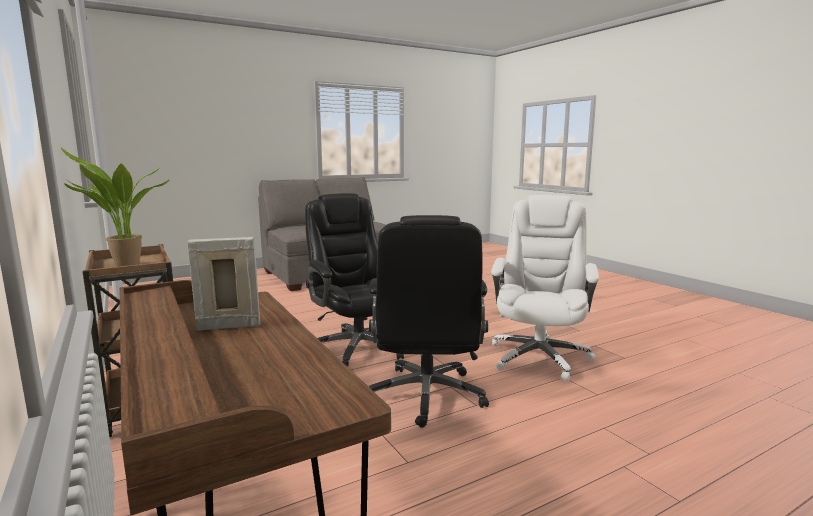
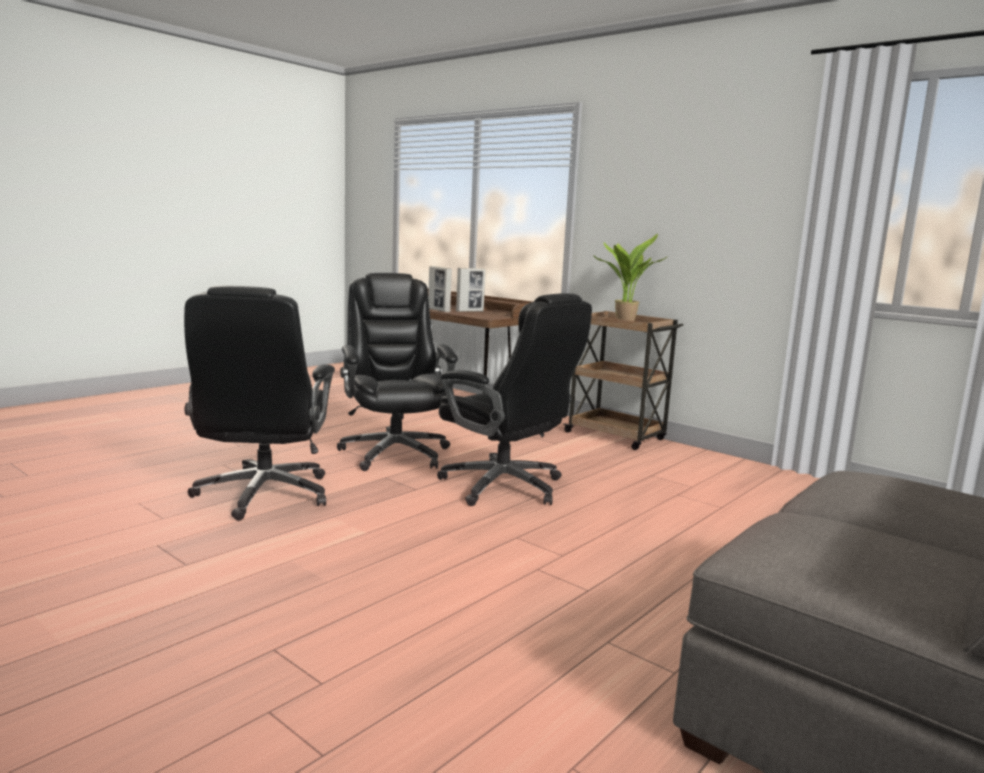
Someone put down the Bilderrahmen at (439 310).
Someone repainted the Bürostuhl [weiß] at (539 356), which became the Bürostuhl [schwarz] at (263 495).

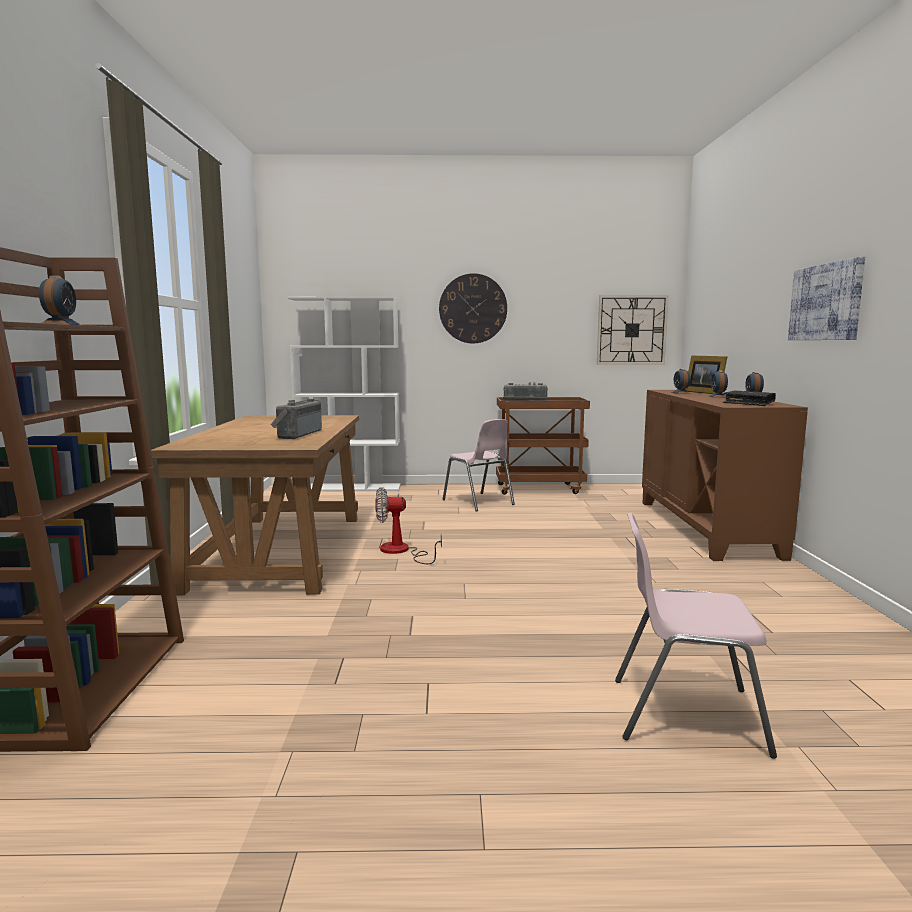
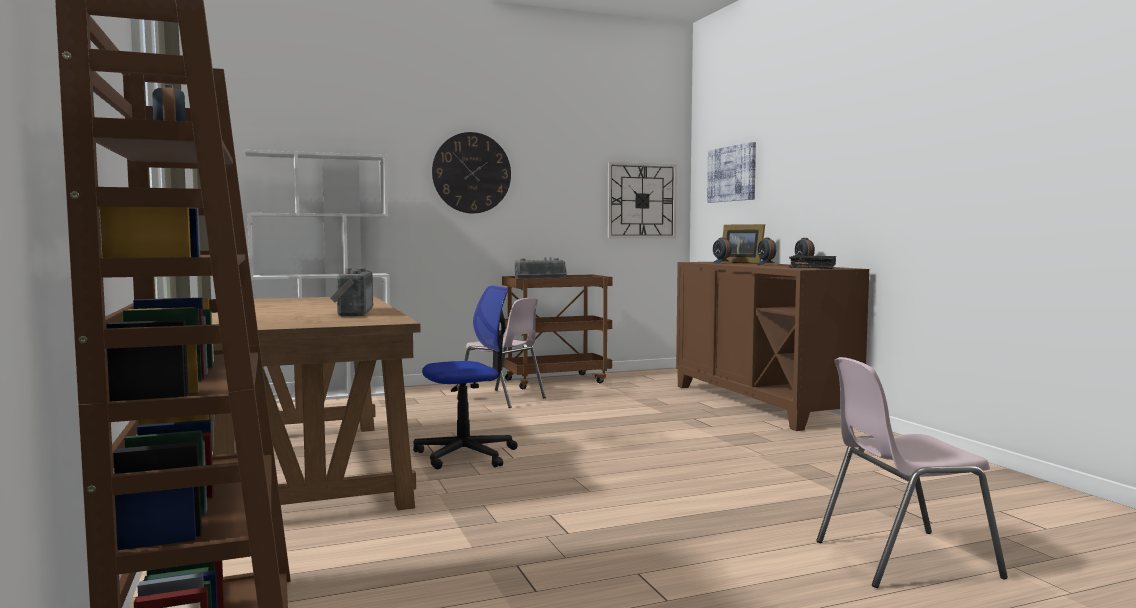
Someone carried the Bild from (825 302) to (732 173).
Someone swapped the Ventilator at (401 551) for the Bürostuhl at (466 455).

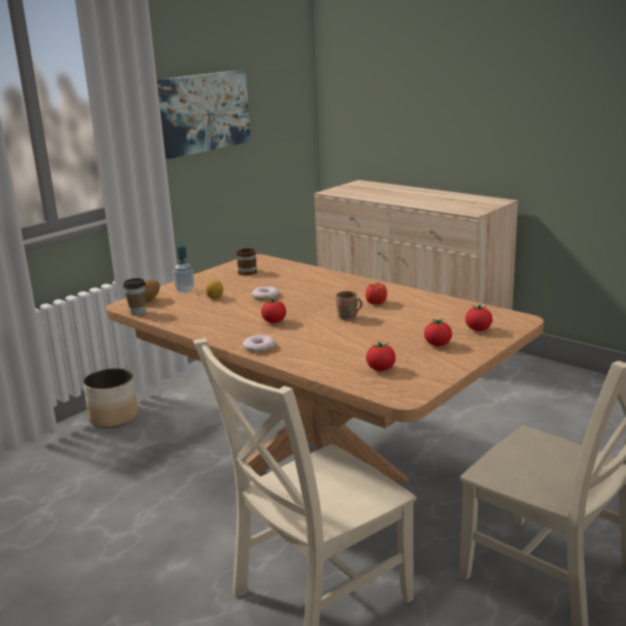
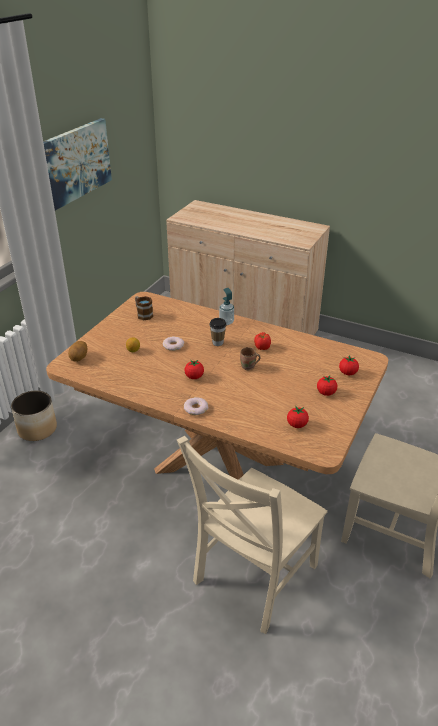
Someone carried the Tasse from (138 313) to (218 343).
Someone carried the Seifenspender from (185 290) to (226 322).

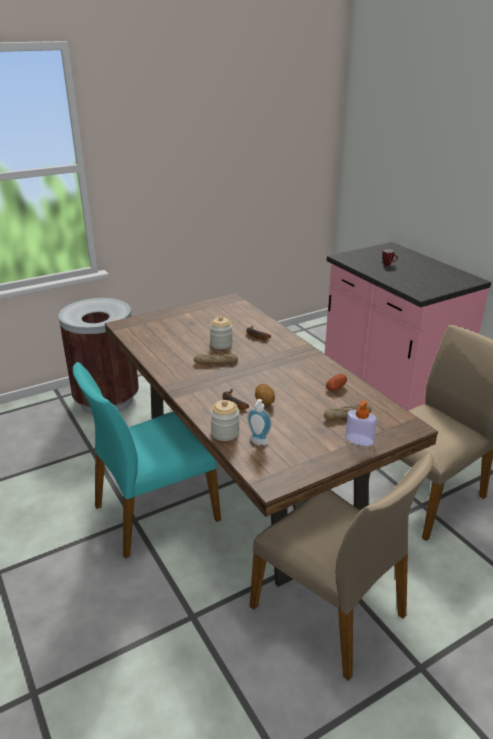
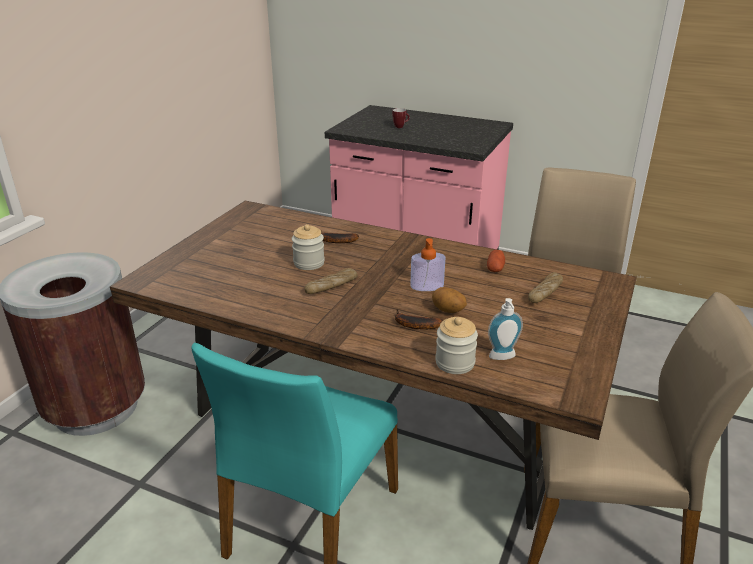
Someone carried the Seifenspender from (359 439) to (427 286).

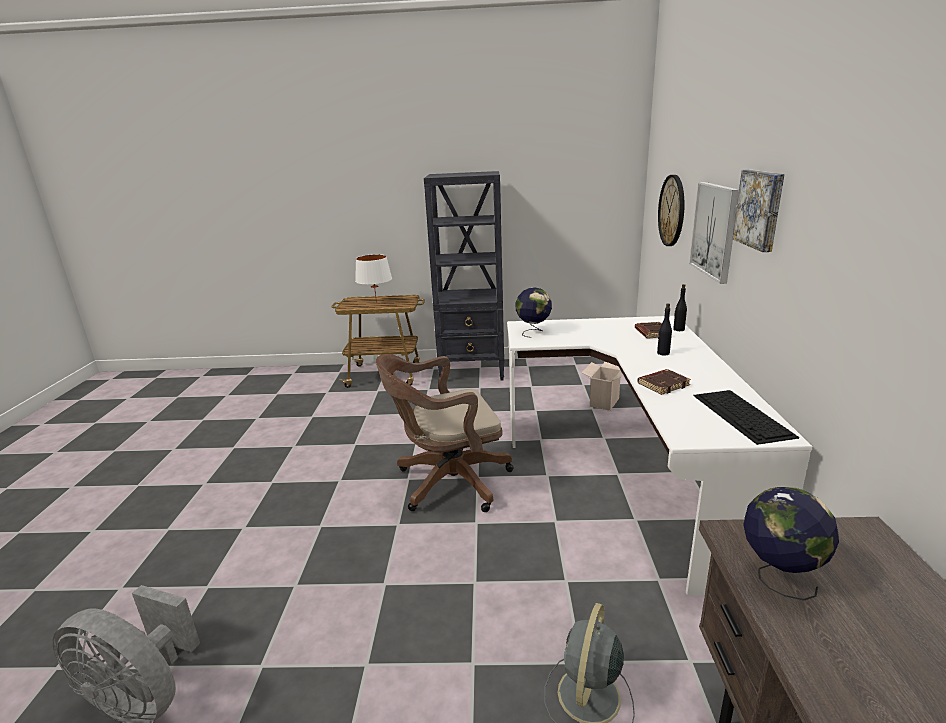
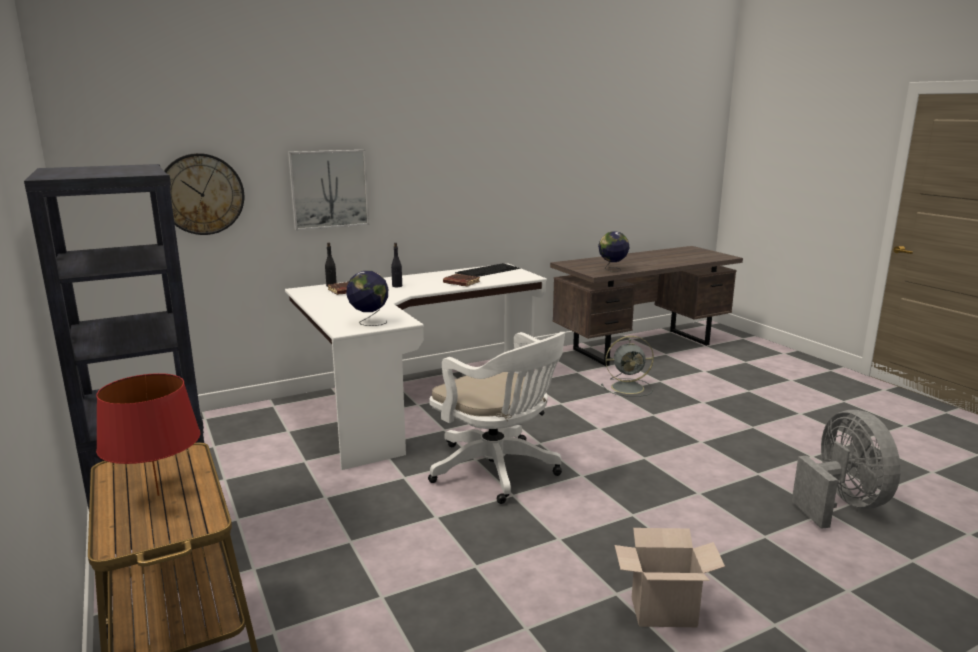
Someone took away the Bild at (760 209).
Someone carried the Karton from (603 402) to (662 613).
Someone repainted the Tischlampe [weiß] at (376 303), which became the Tischlampe [rot] at (158 495).
Someone repainted the Bürostuhl [braun] at (447 482), which became the Bürostuhl [weiß] at (498 471).

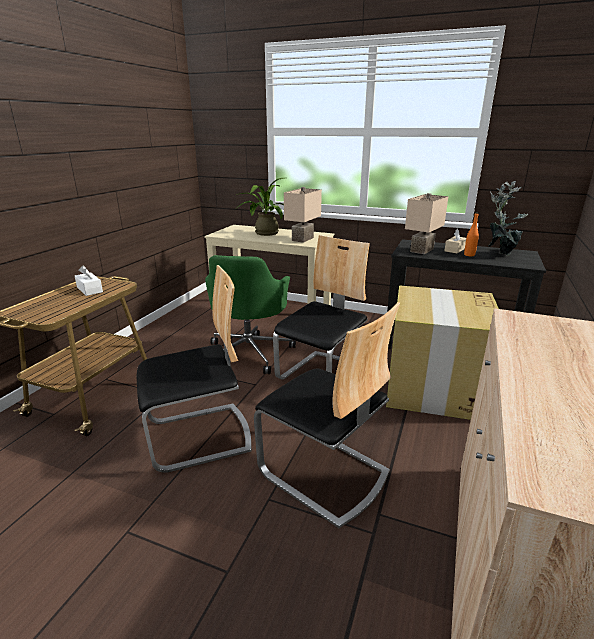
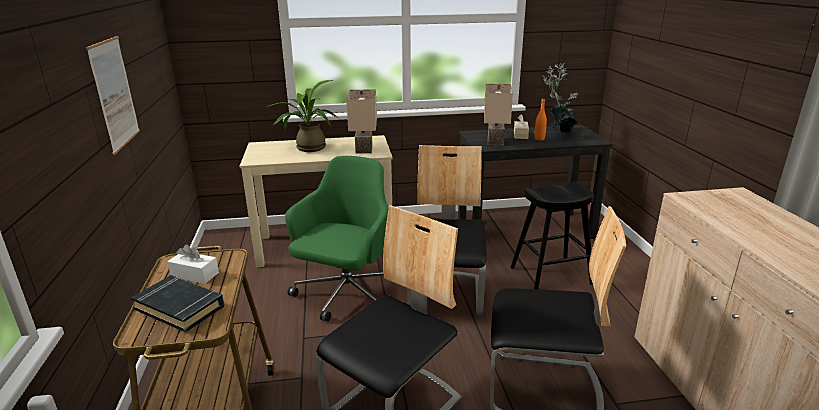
Someone put up the Bild at (114 93).
Someone put down the Buch [schwarz] at (180 307).
Someone swapped the Karton at (434 388) for the Hocker [schwarz] at (551 275).
Someone rotated the Bürostuhl [grün] at (249 352) by 135 degrees counterclockwise.

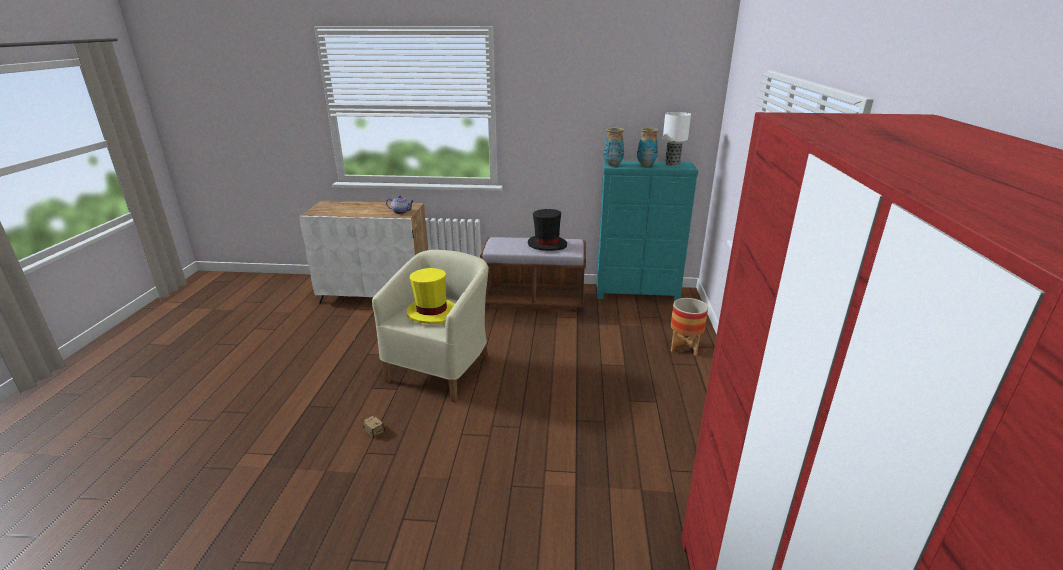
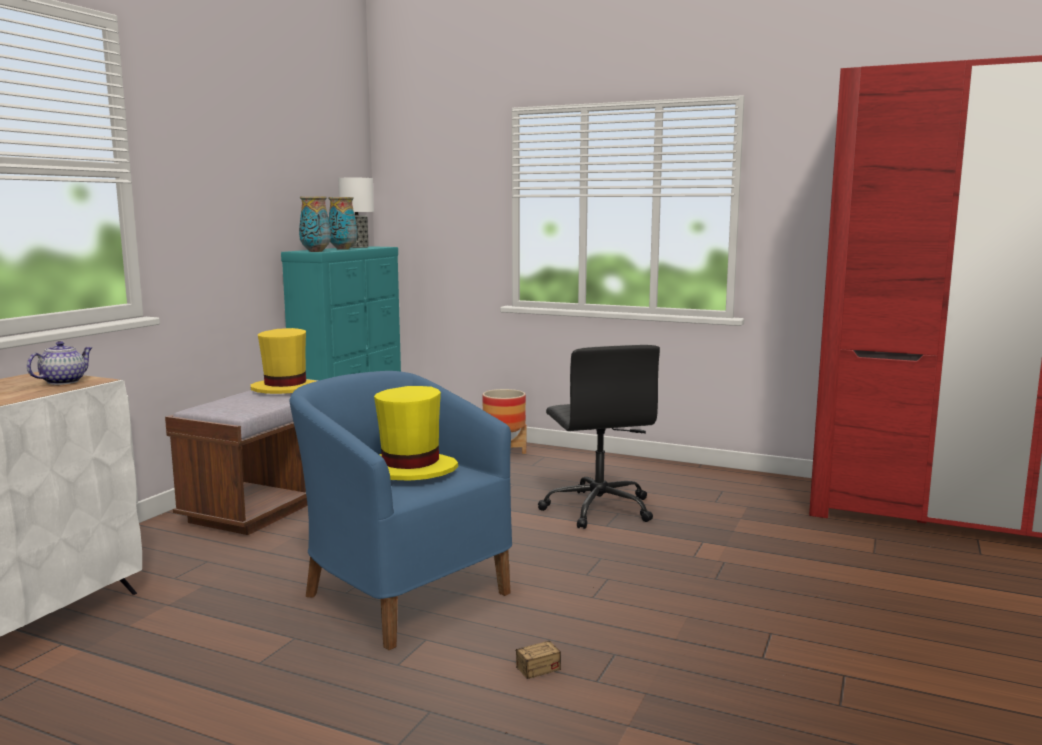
Someone put down the Bürostuhl [schwarz] at (598 508).
Someone repainted the Sessel [beige] at (442 369), which became the Sessel [blau] at (401 593).
Someone repainted the Hut [schwarz] at (547 244), which became the Hut [gelb] at (285 389).

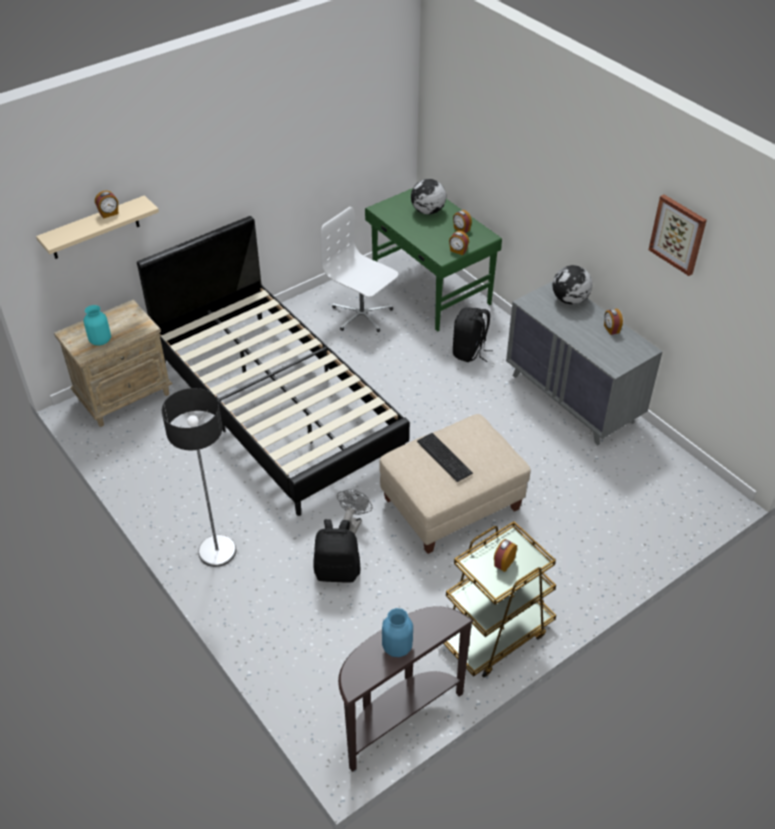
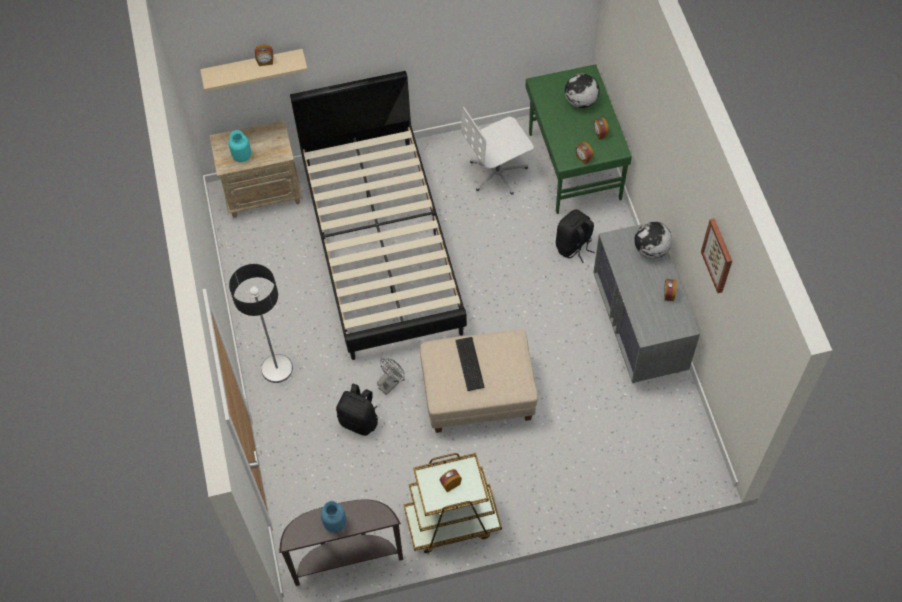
Someone rotated the Bürostuhl [weiß] at (361 315) by 90 degrees counterclockwise.

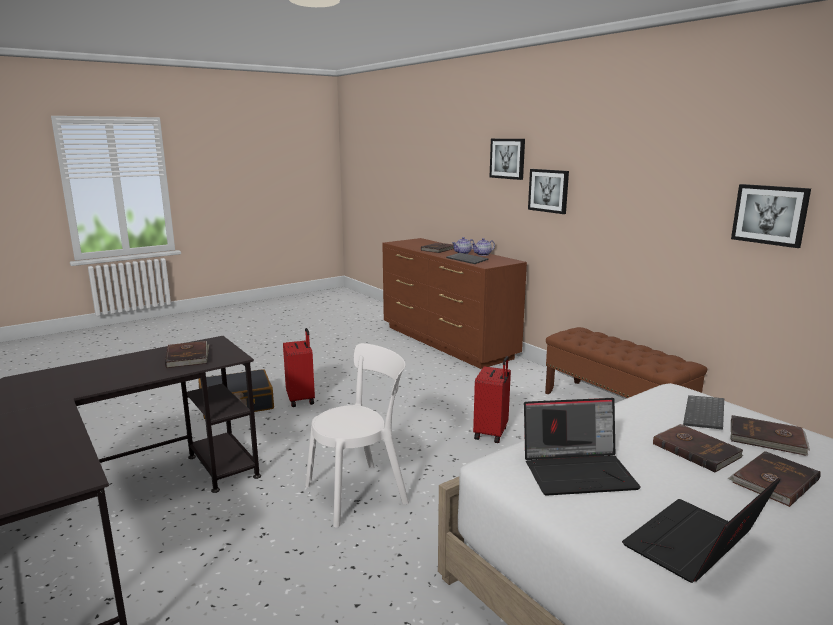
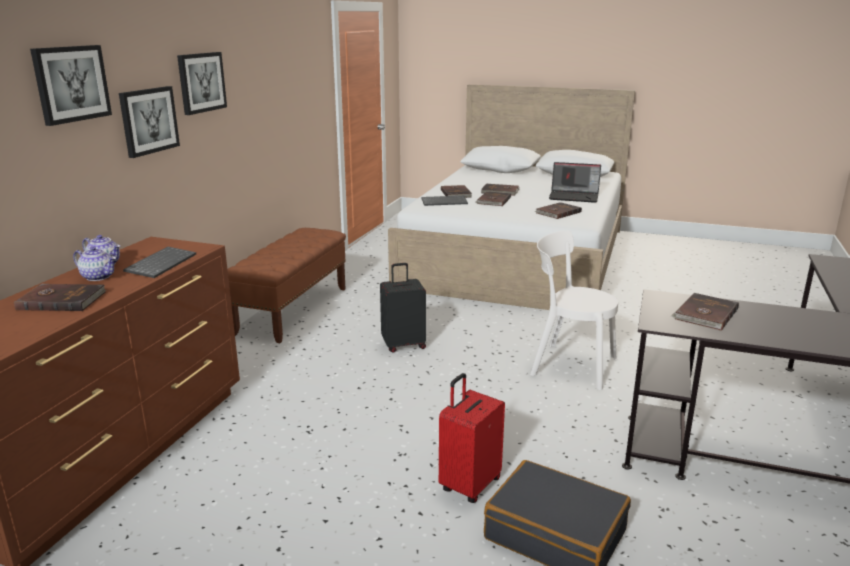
Someone carried the Bild from (770 215) to (201 82).
Someone swapped the Laptop at (578 471) for the Buch [braun] at (557 212).
Someone repainted the Koffer [rot] at (492 433), which became the Koffer [schwarz] at (403 345).

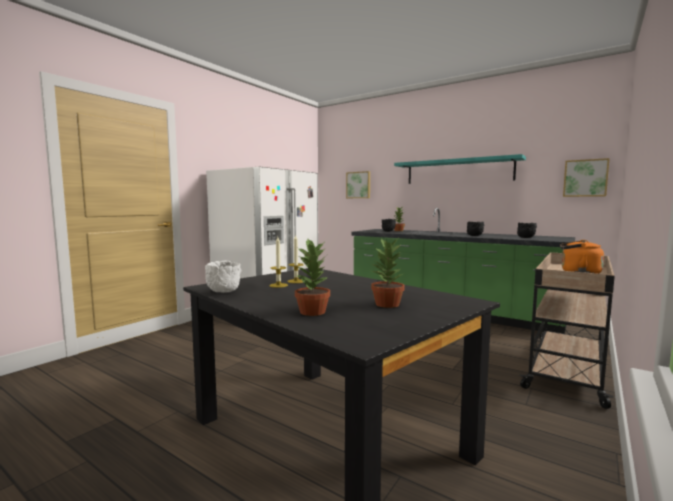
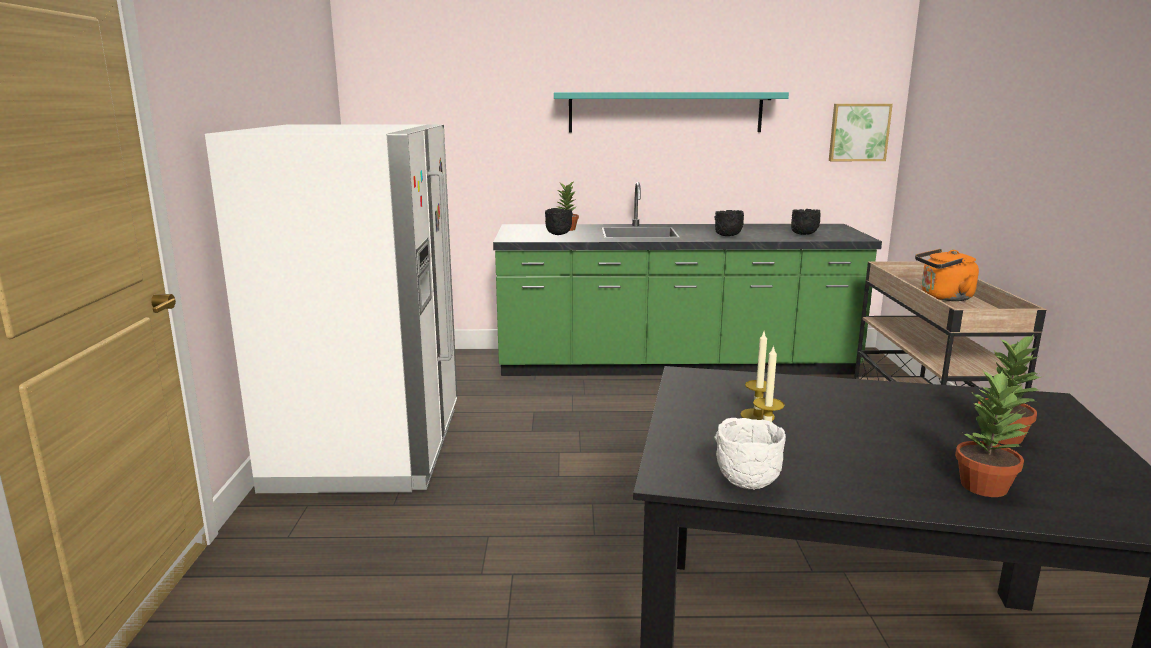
Someone took away the Bild at (358 185).

